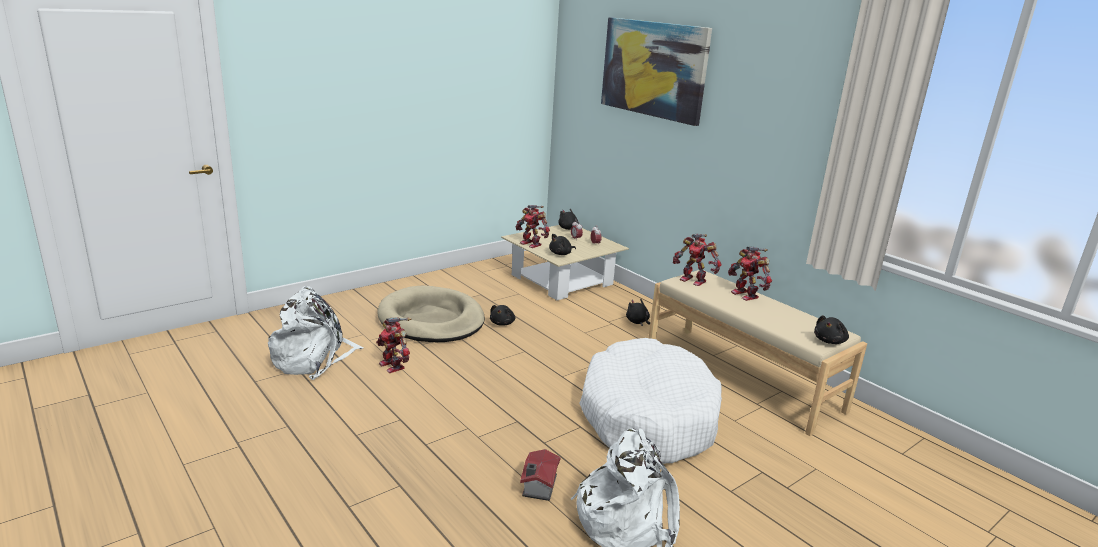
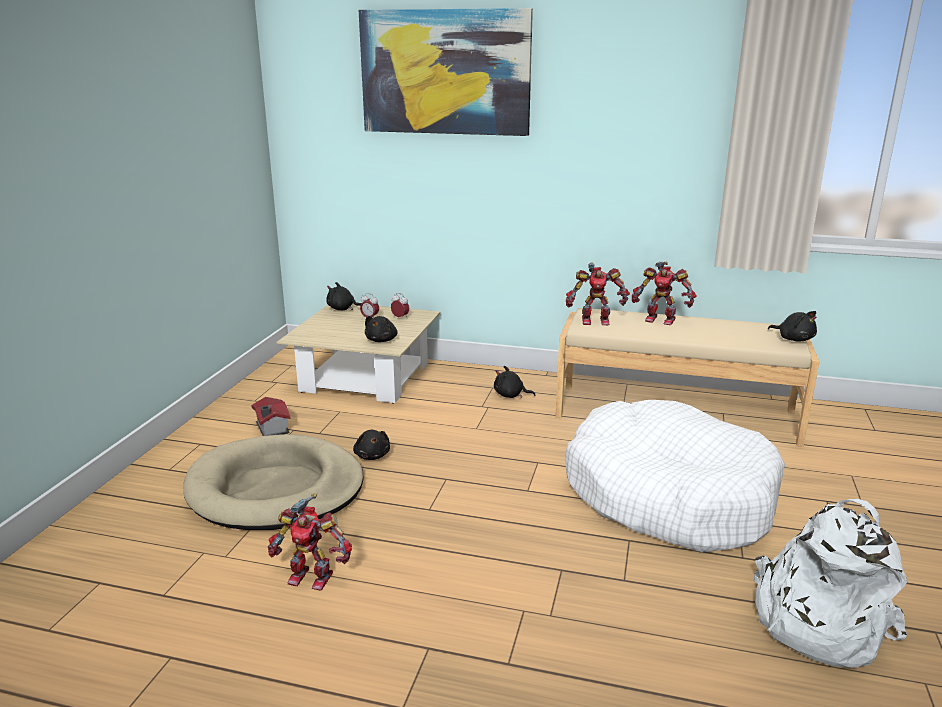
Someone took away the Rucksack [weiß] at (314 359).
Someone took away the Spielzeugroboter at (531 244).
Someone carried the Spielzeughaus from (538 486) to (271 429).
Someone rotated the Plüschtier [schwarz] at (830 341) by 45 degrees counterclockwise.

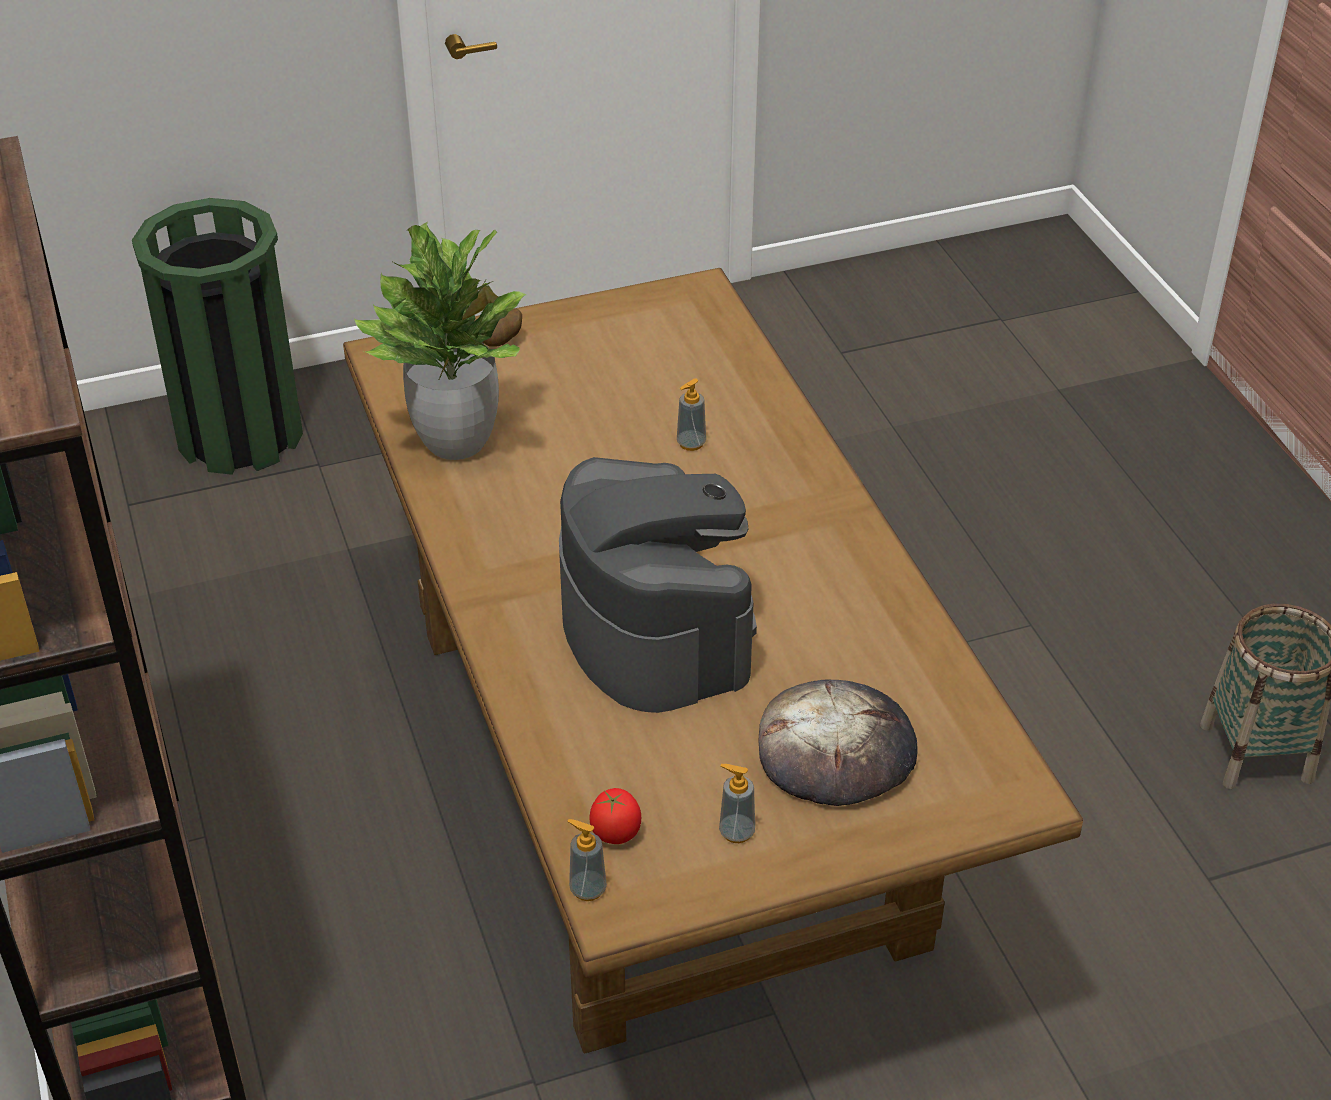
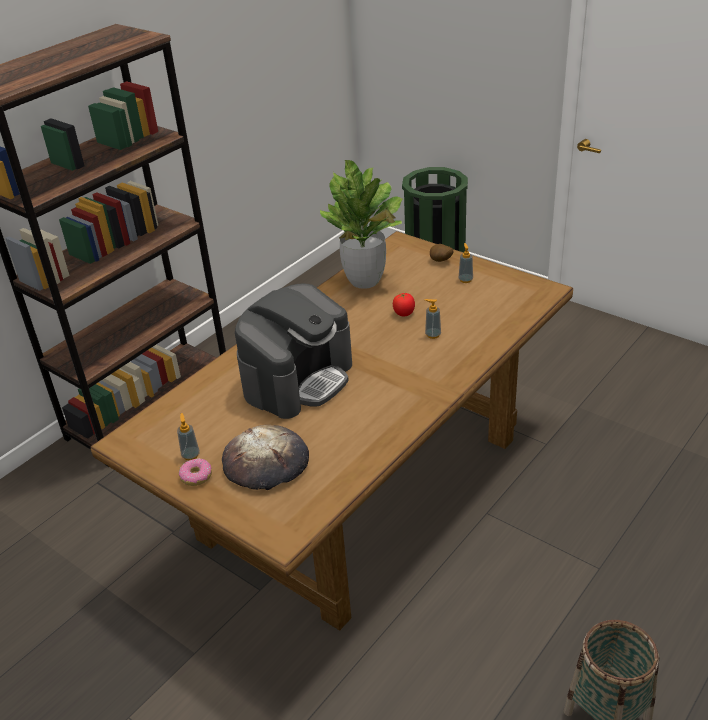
Someone put down the Donut at (196 476).
Someone carried the Seifenspender from (587 889) to (465 280).
Someone carried the Tomate from (615 833) to (404 313).

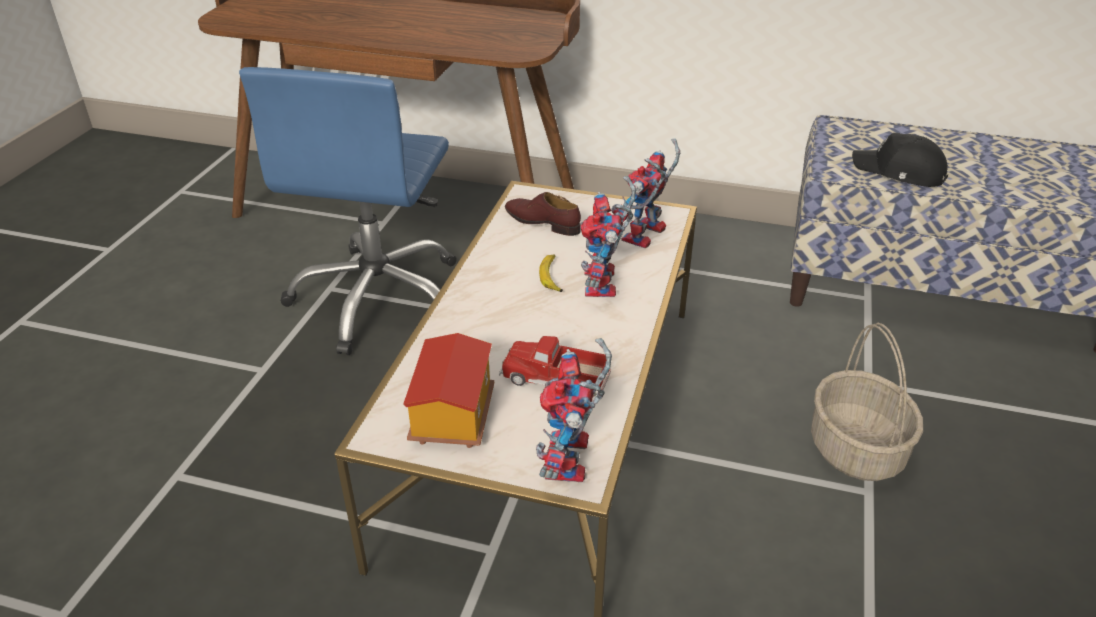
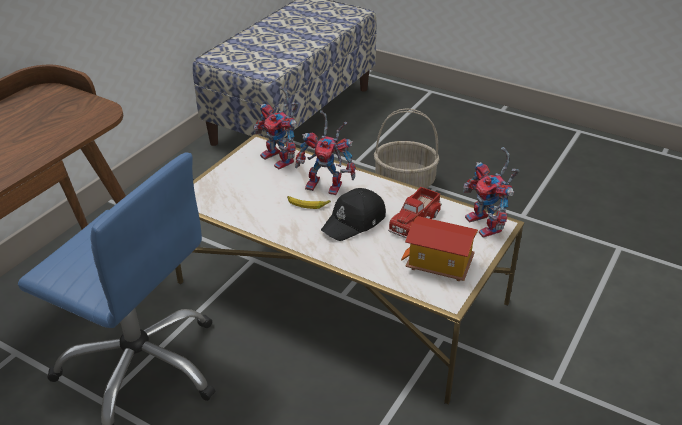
Someone took away the Schuh [braun] at (542 222).
Someone carried the Kappe [schwarz] from (899 172) to (354 222).
Someone rotated the Spielzeugroboter at (572 464) by 45 degrees clockwise.

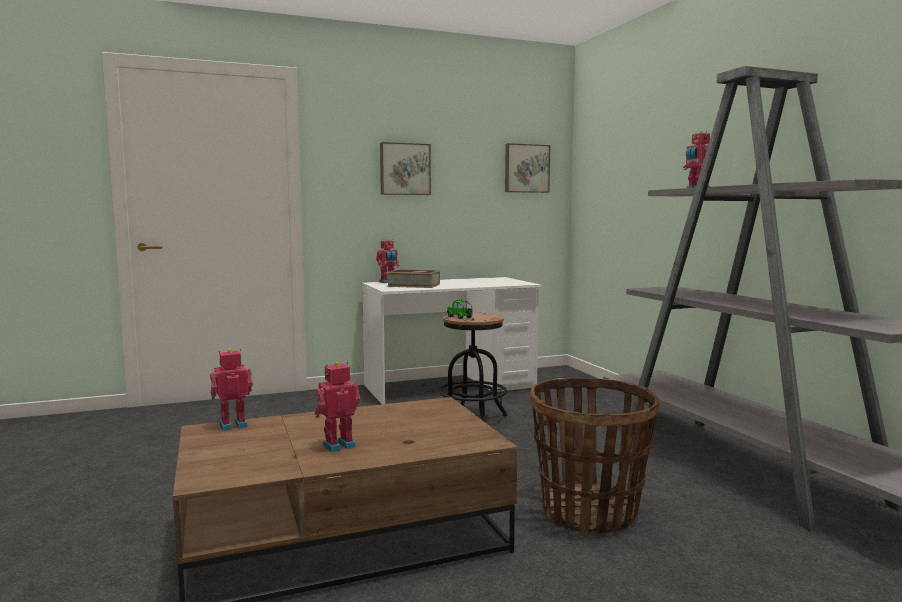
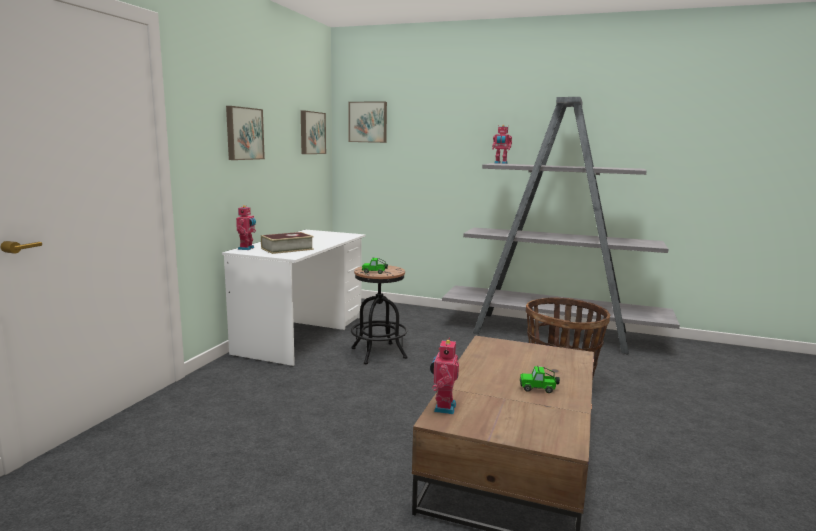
Someone put up the Bild at (368 122).
Someone swapped the Spielzeugroboter at (338 445) for the Spielzeugauto at (539 389).

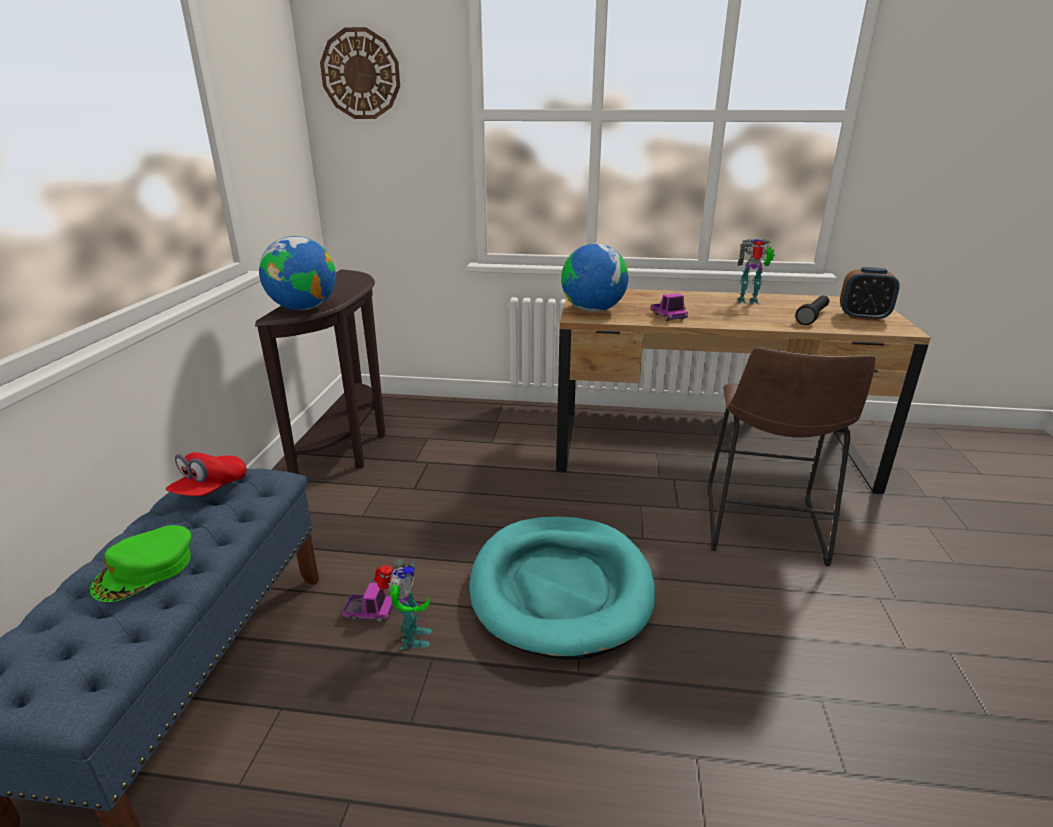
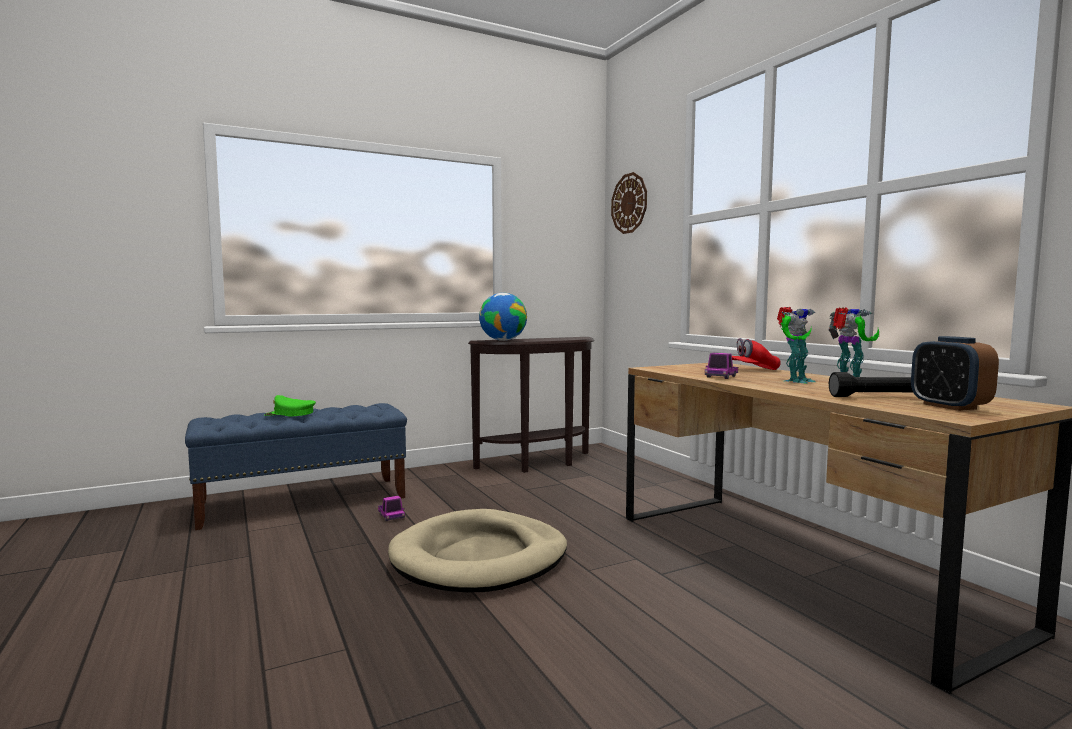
Someone took away the Globus at (593 310).
Someone took away the Hocker [braun] at (762 529).
Someone carried the Kappe [rot] from (210 489) to (752 370).
Someone carried the Spielzeugroboter from (410 638) to (795 381).
Someone repainted the Hundebett [türkis] at (561 588), which became the Hundebett [beige] at (480 558).

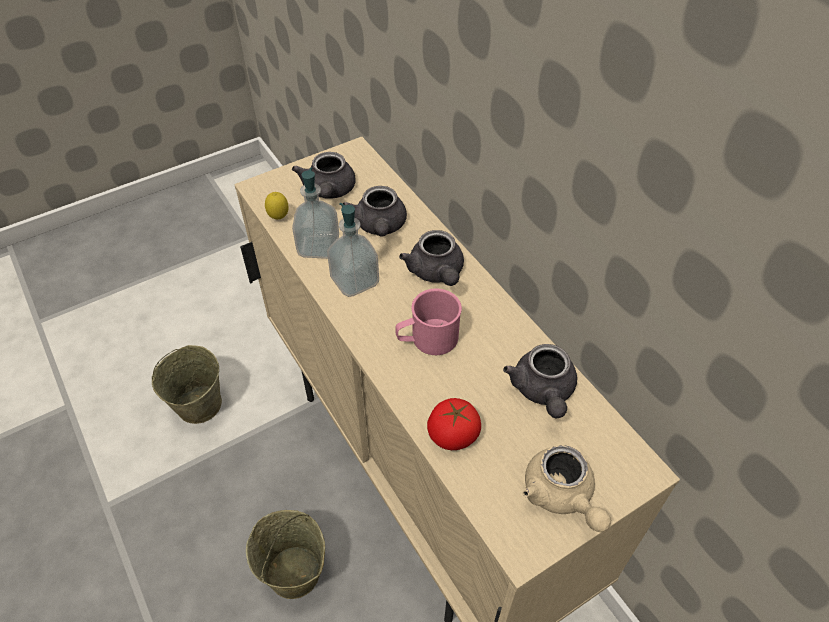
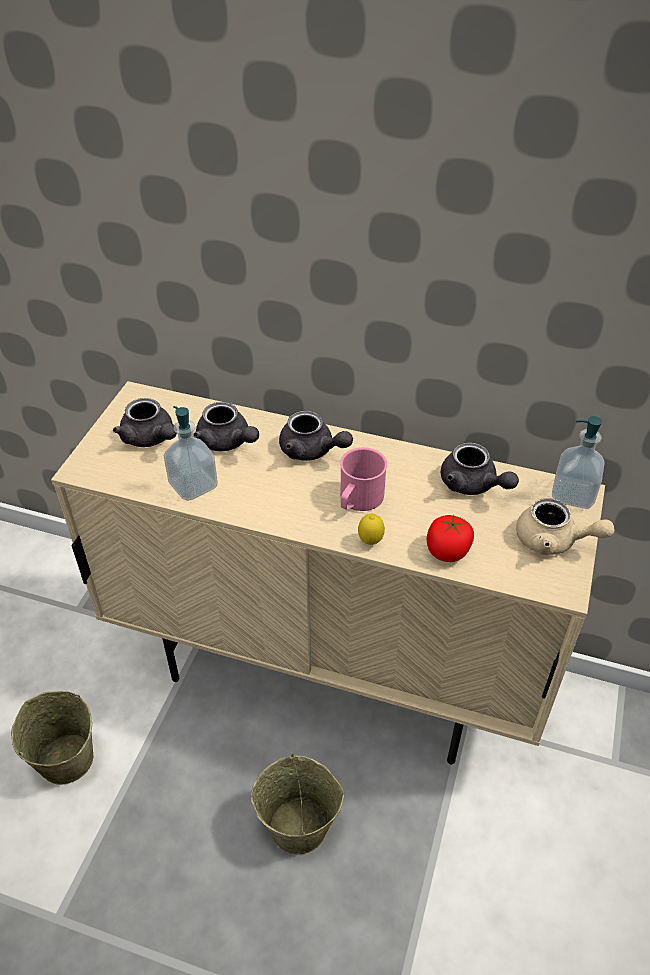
Someone carried the Zitrone from (279 218) to (370 542).
Someone carried the Seifenspender from (354 281) to (573 494).

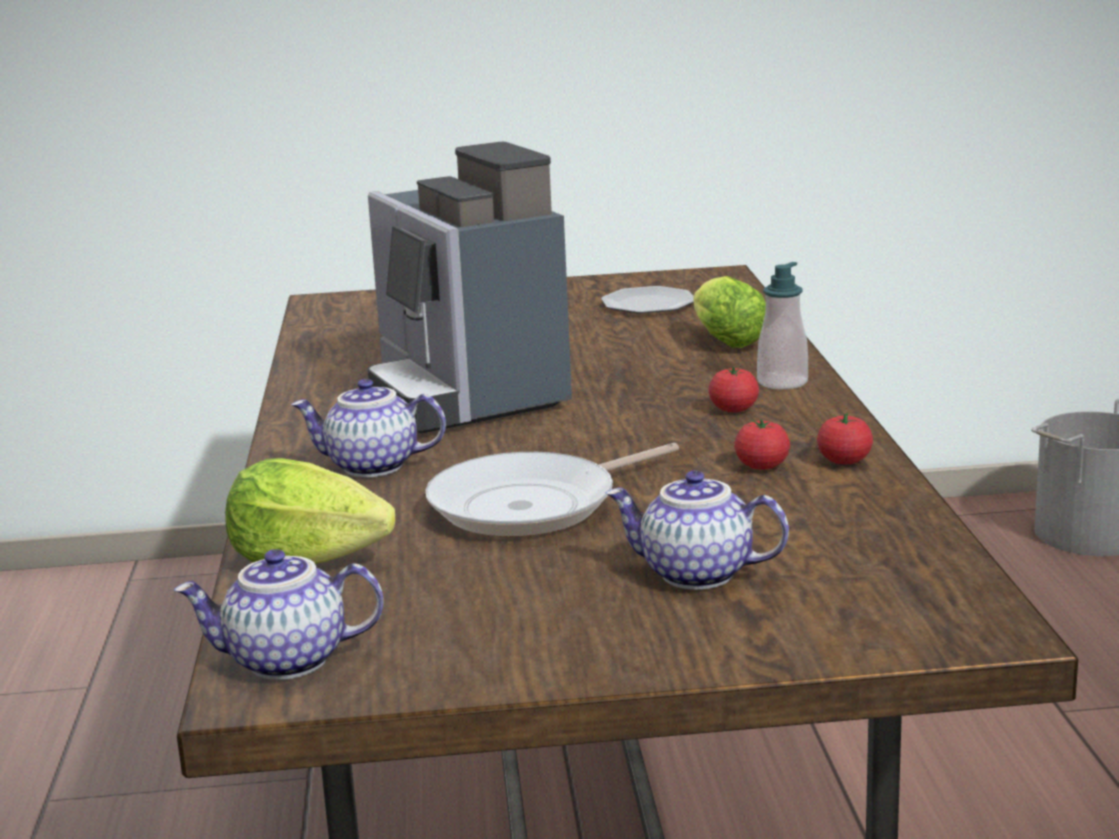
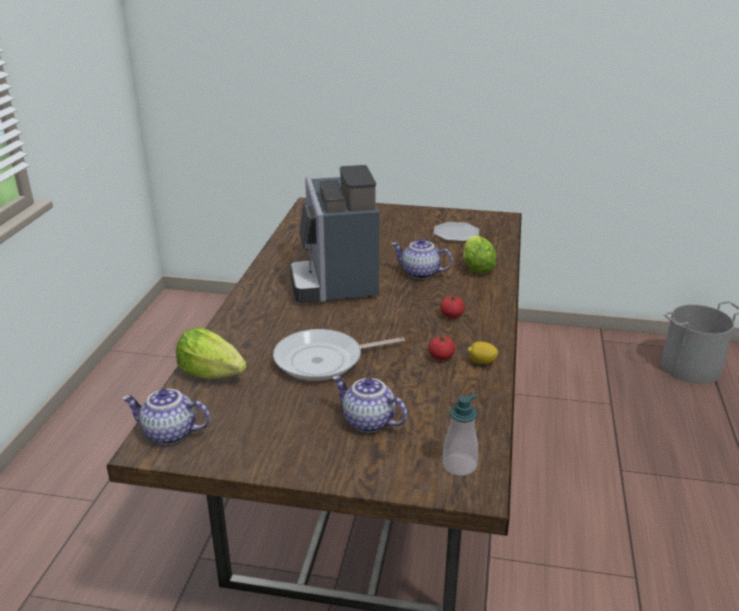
Someone carried the Teekanne from (371 467) to (420 274).
Someone carried the Seifenspender from (782 382) to (459 465).
Someone swapped the Tomate at (844 461) for the Zitrone at (481 362).

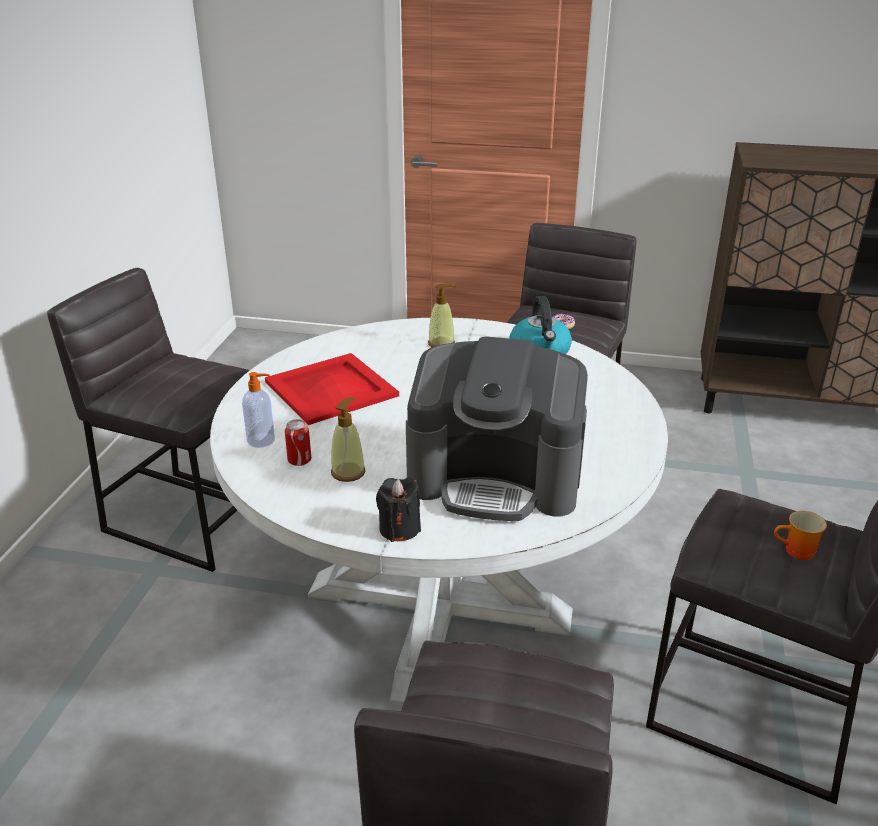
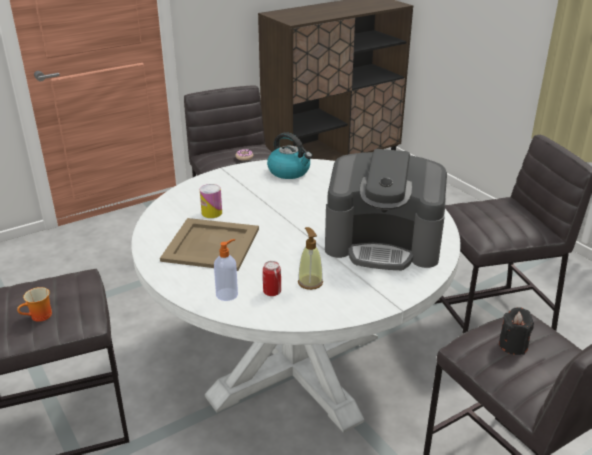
Someone took away the Seifenspender at (441 344).
Someone put down the Dose at (212 213).
Someone carried the Kerze [schwarz] from (399 529) to (513 345).
Someone carried the Henkelbecher from (797 552) to (40 317).
Someone repainted the Tablett [rot] at (330 388), which became the Tablett [beige] at (210 245).
Someone rotated the Kaffeemaschine at (496 477) by 45 degrees clockwise.

